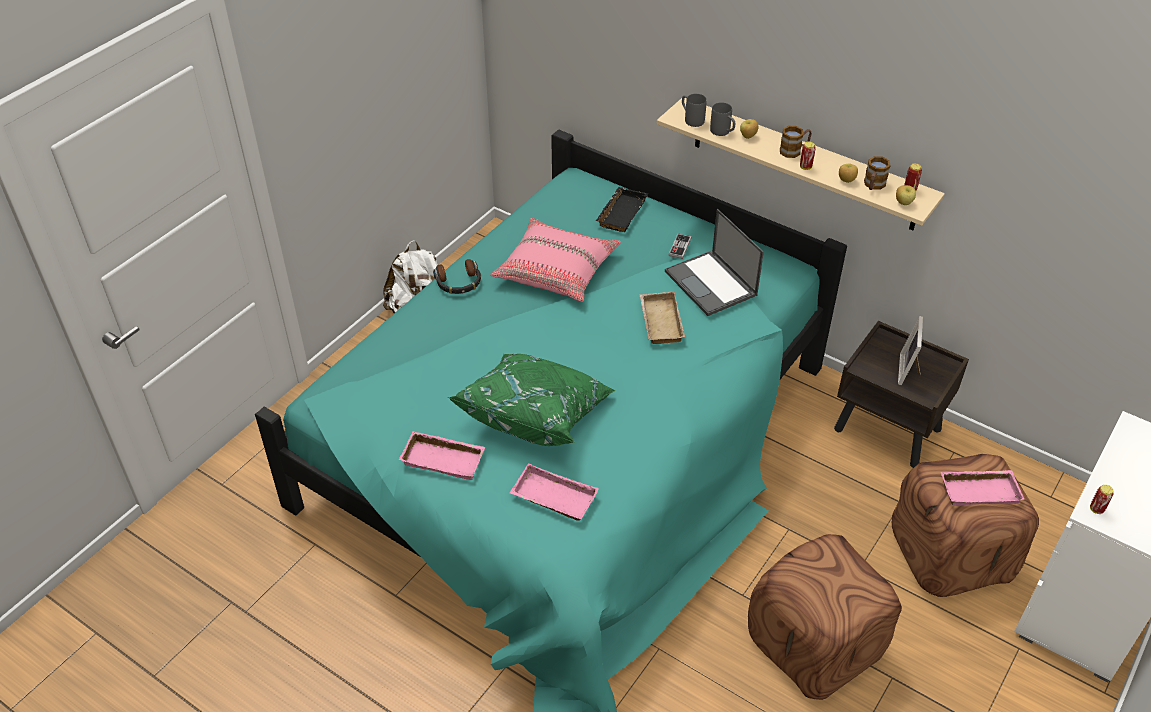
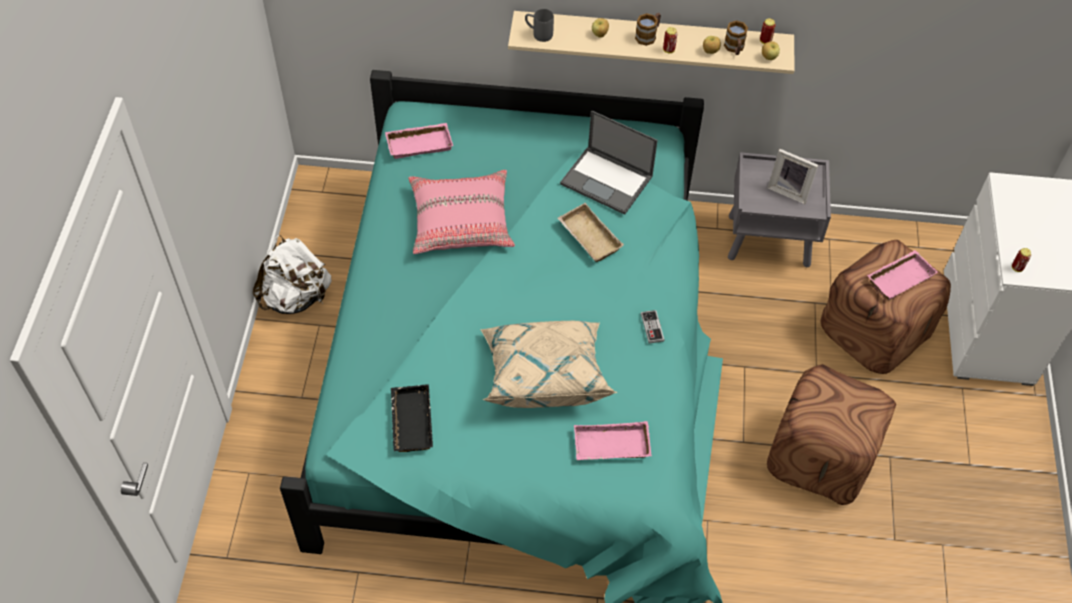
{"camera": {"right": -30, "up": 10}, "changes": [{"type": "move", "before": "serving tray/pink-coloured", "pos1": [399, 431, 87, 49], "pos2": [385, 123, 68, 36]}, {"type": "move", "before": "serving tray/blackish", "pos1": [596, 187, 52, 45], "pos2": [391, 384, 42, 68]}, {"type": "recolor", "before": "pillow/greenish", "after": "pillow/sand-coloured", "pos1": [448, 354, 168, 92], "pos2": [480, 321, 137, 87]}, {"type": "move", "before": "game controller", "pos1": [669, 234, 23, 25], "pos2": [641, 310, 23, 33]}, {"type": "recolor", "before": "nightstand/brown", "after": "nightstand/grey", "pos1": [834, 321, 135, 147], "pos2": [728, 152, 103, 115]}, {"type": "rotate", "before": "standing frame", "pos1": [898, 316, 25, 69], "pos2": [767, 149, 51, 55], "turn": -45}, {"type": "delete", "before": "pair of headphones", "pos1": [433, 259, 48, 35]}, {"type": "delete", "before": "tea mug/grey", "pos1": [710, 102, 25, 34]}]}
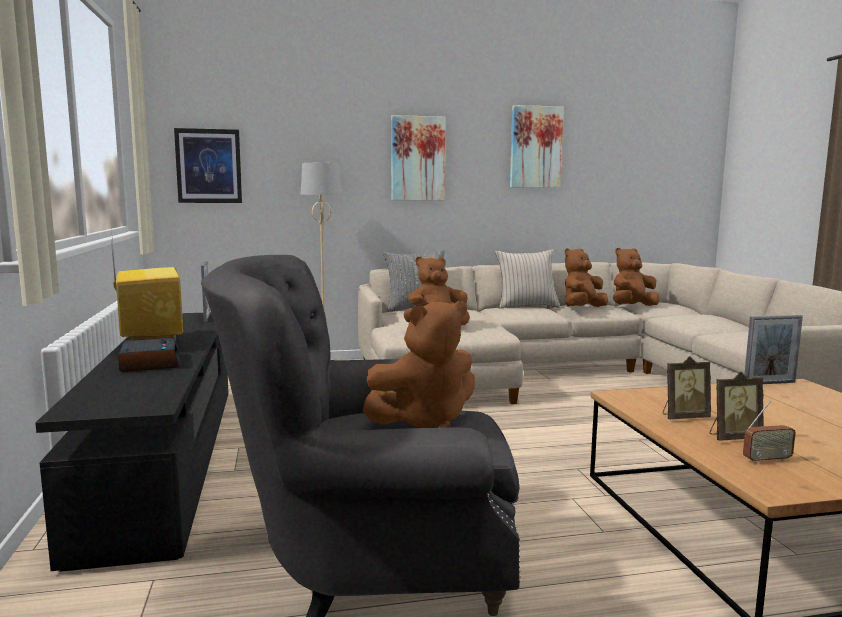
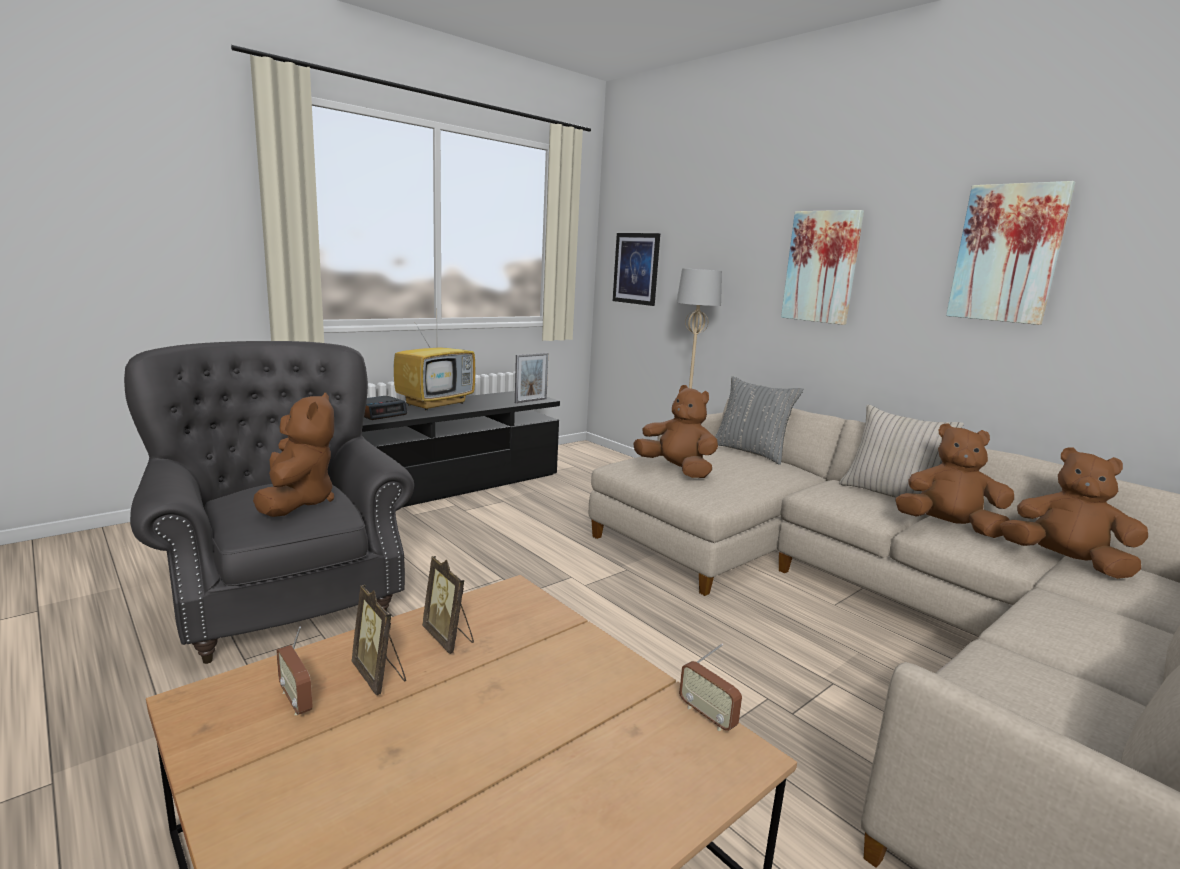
{"camera": {"right": 60, "up": 5}, "changes": [{"type": "rotate", "before": "soft toy/brown", "pos1": [363, 301, 112, 127], "pos2": [253, 393, 81, 124], "turn": -135}, {"type": "replace", "before": "standing frame", "after": "radio receiver", "pos1": [744, 315, 59, 69], "pos2": [679, 644, 63, 87]}]}
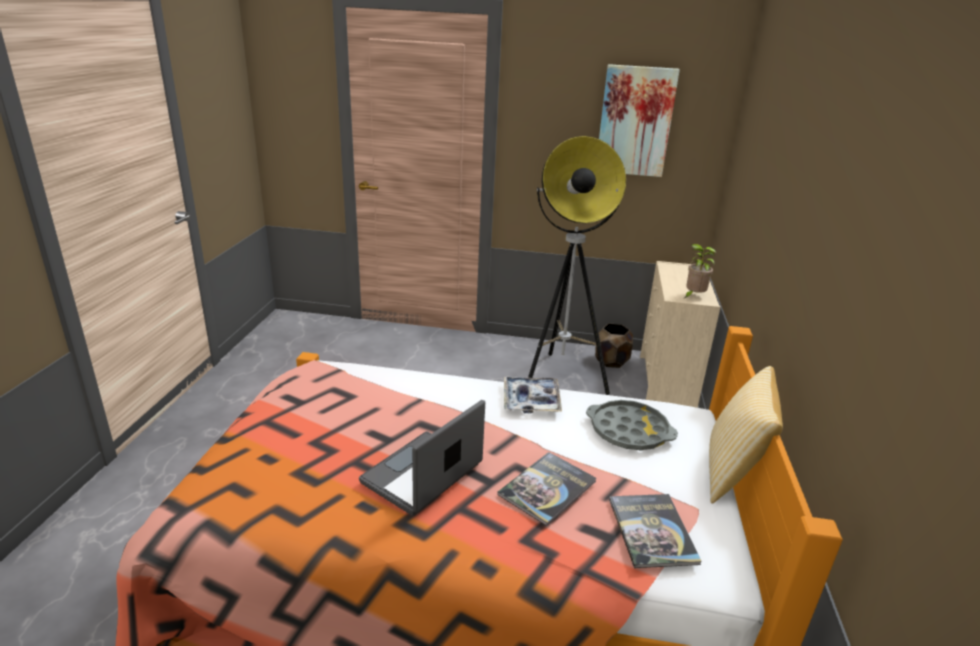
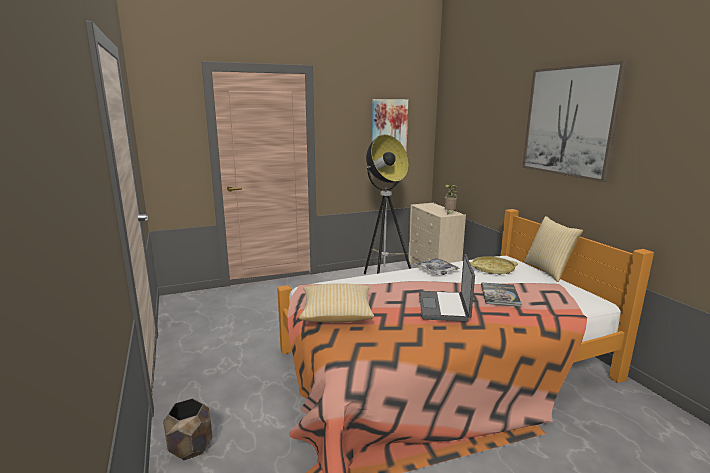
{"camera": {"right": -30, "up": -10}, "changes": [{"type": "move", "before": "planter/brown", "pos1": [595, 324, 38, 44], "pos2": [163, 398, 50, 62]}, {"type": "insert", "after": "pillow", "pos2": [299, 283, 75, 39]}, {"type": "recolor", "before": "serving tray/grey", "after": "serving tray/yellow", "pos1": [586, 400, 92, 51], "pos2": [470, 256, 48, 19]}, {"type": "insert", "after": "wall picture", "pos2": [522, 61, 106, 121]}, {"type": "delete", "before": "book", "pos1": [609, 494, 93, 74]}]}
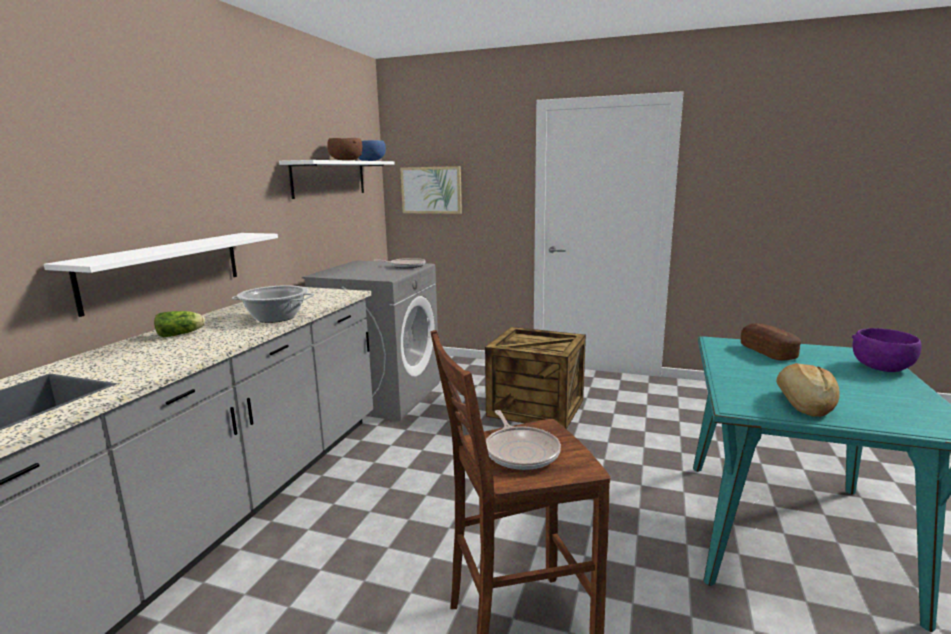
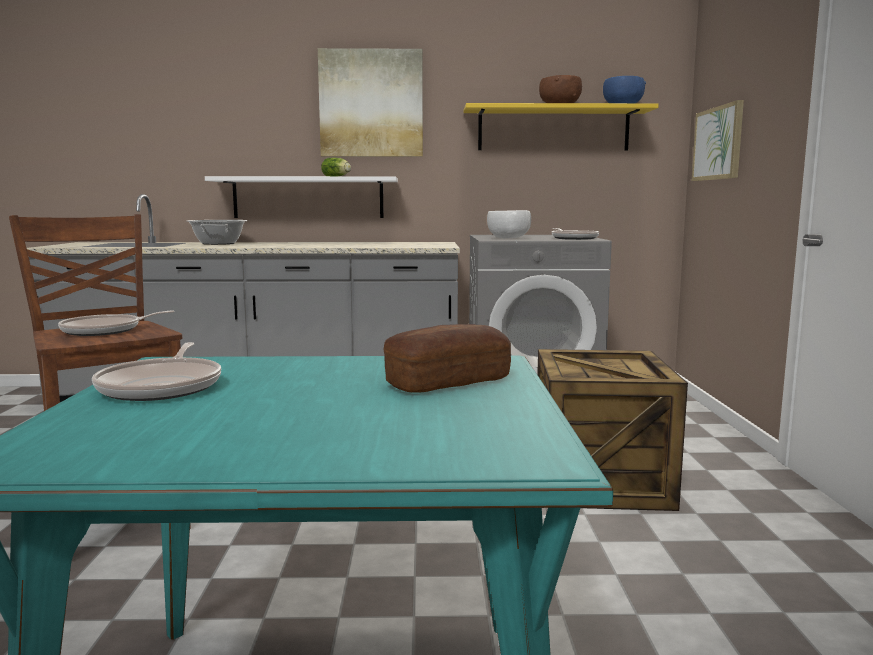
{"camera": {"right": 70, "up": -5}, "changes": [{"type": "replace", "before": "bread", "after": "skillet", "pos1": [776, 363, 64, 54], "pos2": [92, 342, 129, 59]}, {"type": "move", "before": "saucepot", "pos1": [232, 285, 82, 38], "pos2": [187, 220, 60, 25]}, {"type": "insert", "after": "wall picture", "pos2": [318, 48, 105, 109]}, {"type": "move", "before": "head of lettuce", "pos1": [154, 311, 51, 26], "pos2": [321, 158, 30, 18]}, {"type": "recolor", "before": "wall shelf/white", "after": "wall shelf/yellow", "pos1": [279, 160, 116, 39], "pos2": [464, 103, 195, 48]}, {"type": "insert", "after": "bowl/white", "pos2": [487, 210, 44, 28]}, {"type": "delete", "before": "bowl/purplish", "pos1": [852, 328, 70, 44]}]}
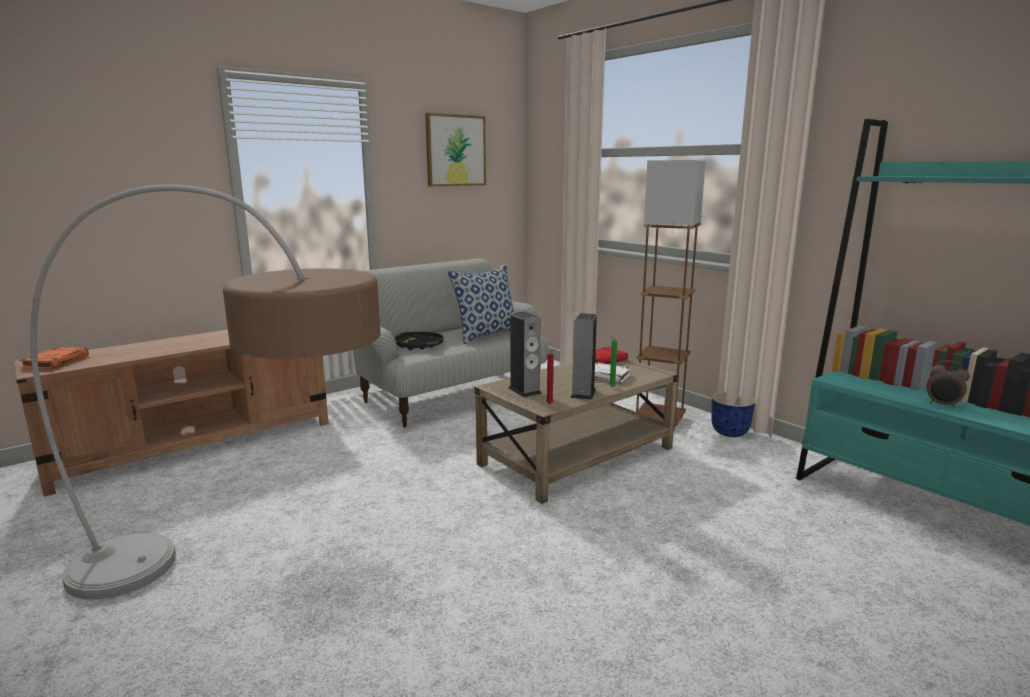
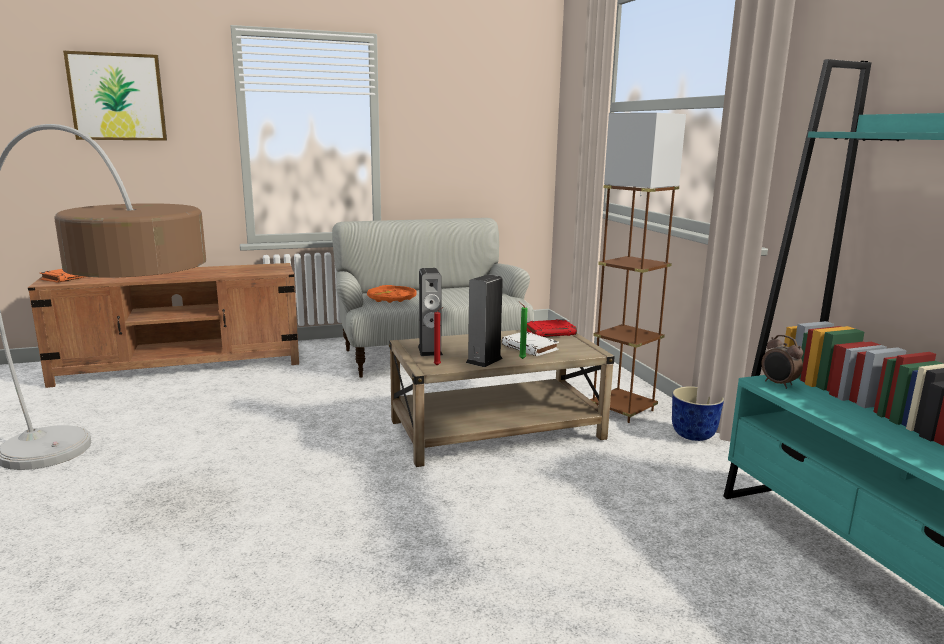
{"camera": {"right": 20, "up": 0}, "changes": [{"type": "move", "before": "wall picture", "pos1": [425, 113, 61, 73], "pos2": [63, 51, 104, 90]}, {"type": "recolor", "before": "serving tray/blackish", "after": "serving tray/orange", "pos1": [395, 332, 49, 18], "pos2": [367, 285, 50, 18]}, {"type": "move", "before": "table clock", "pos1": [927, 360, 43, 48], "pos2": [762, 335, 41, 54]}, {"type": "delete", "before": "pillow", "pos1": [448, 264, 66, 80]}]}
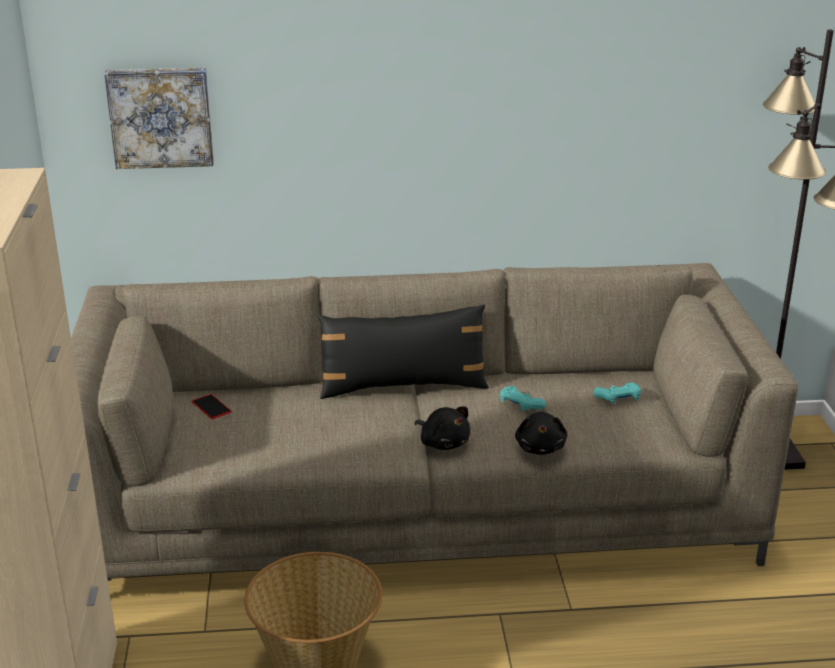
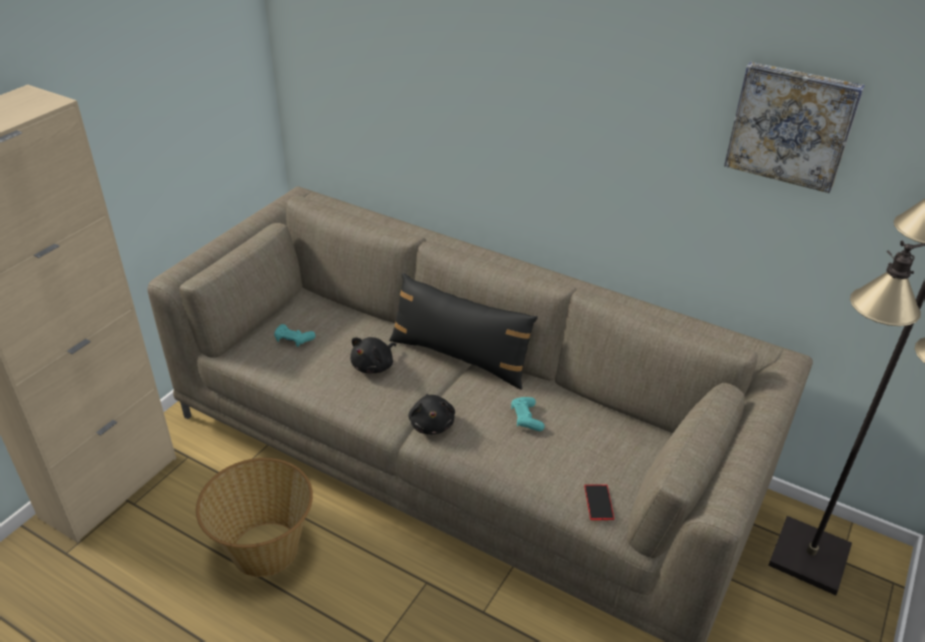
{"camera": {"right": 35, "up": 10}, "changes": [{"type": "move", "before": "game controller/blue-green", "pos1": [594, 382, 47, 22], "pos2": [274, 324, 41, 23]}, {"type": "move", "before": "soft toy/blackish", "pos1": [515, 412, 52, 43], "pos2": [350, 337, 46, 36]}, {"type": "move", "before": "handset", "pos1": [192, 394, 40, 25], "pos2": [584, 484, 30, 36]}, {"type": "move", "before": "wall picture", "pos1": [104, 68, 110, 101], "pos2": [724, 62, 141, 131]}]}
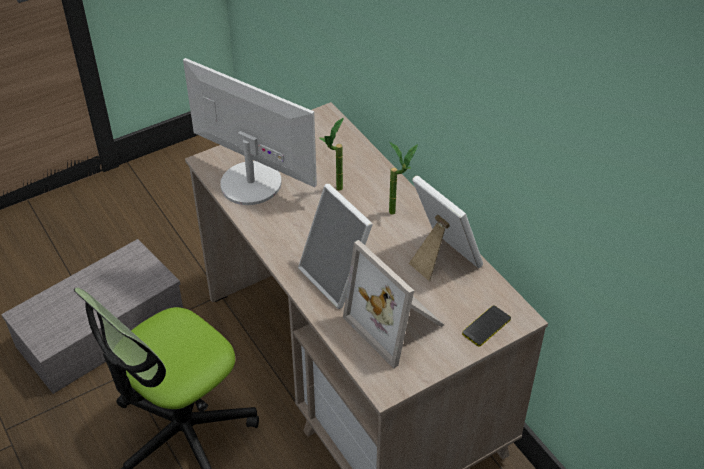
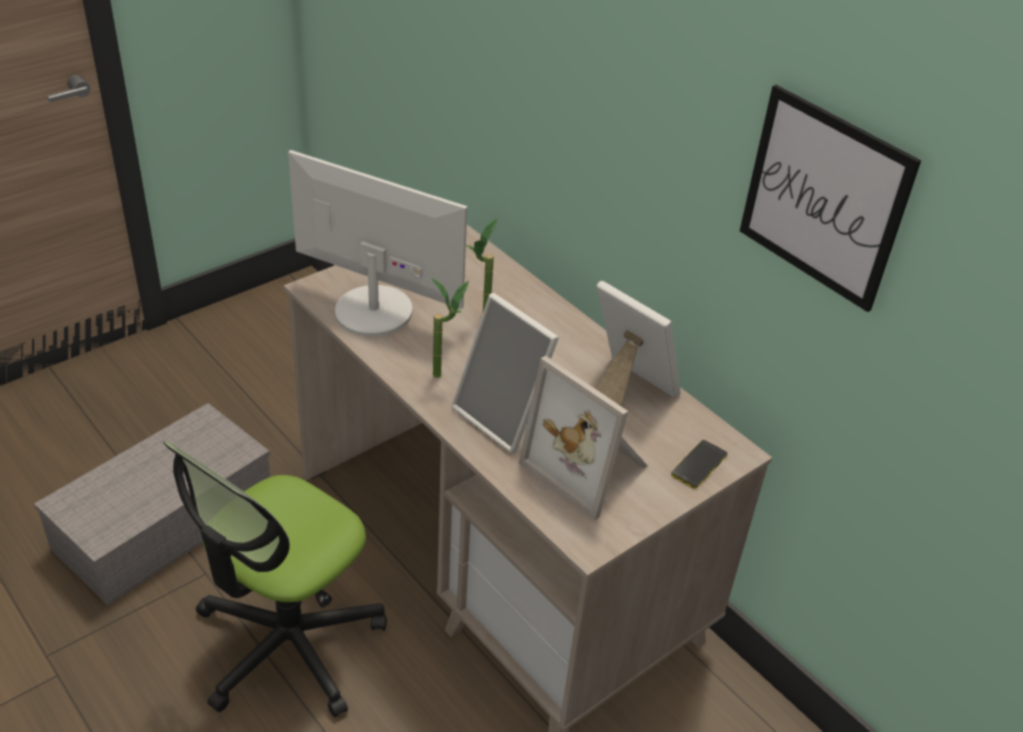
{"camera": {"right": -10, "up": -5}, "changes": [{"type": "move", "before": "houseplant", "pos1": [389, 142, 29, 73], "pos2": [431, 278, 38, 100]}, {"type": "insert", "after": "wall picture", "pos2": [740, 85, 181, 227]}]}
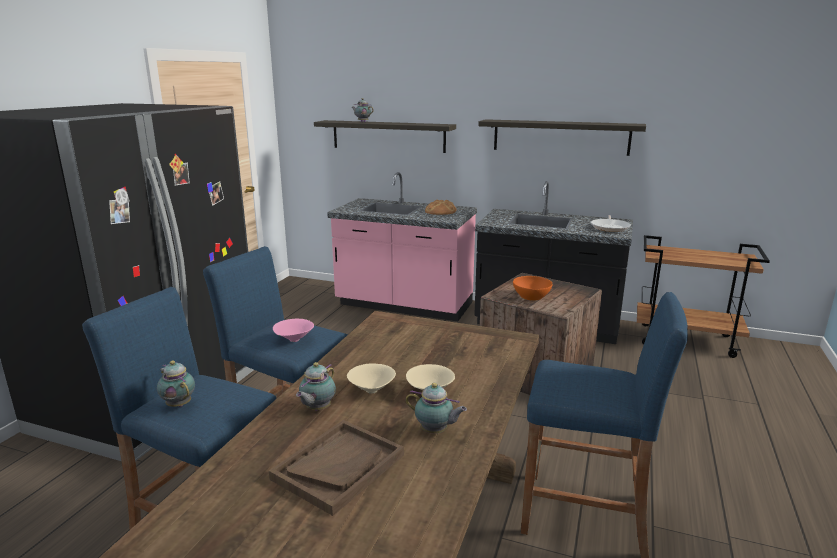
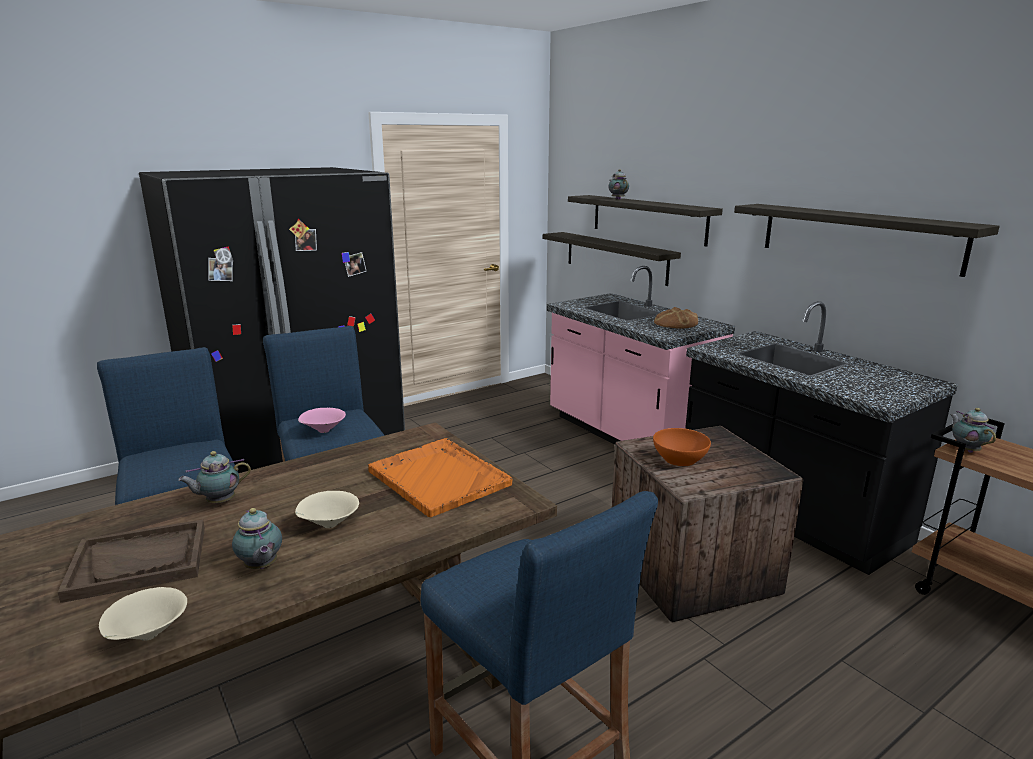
{"camera": {"right": 35, "up": 0}, "changes": [{"type": "move", "before": "bowl/sand-coloured", "pos1": [347, 364, 49, 30], "pos2": [99, 587, 88, 54]}, {"type": "insert", "after": "serving tray/orange", "pos2": [368, 438, 145, 79]}, {"type": "insert", "after": "wall shelf", "pos2": [543, 232, 138, 54]}, {"type": "move", "before": "pot for tea", "pos1": [157, 361, 38, 46], "pos2": [950, 408, 46, 45]}, {"type": "delete", "before": "skillet", "pos1": [591, 215, 40, 17]}]}
